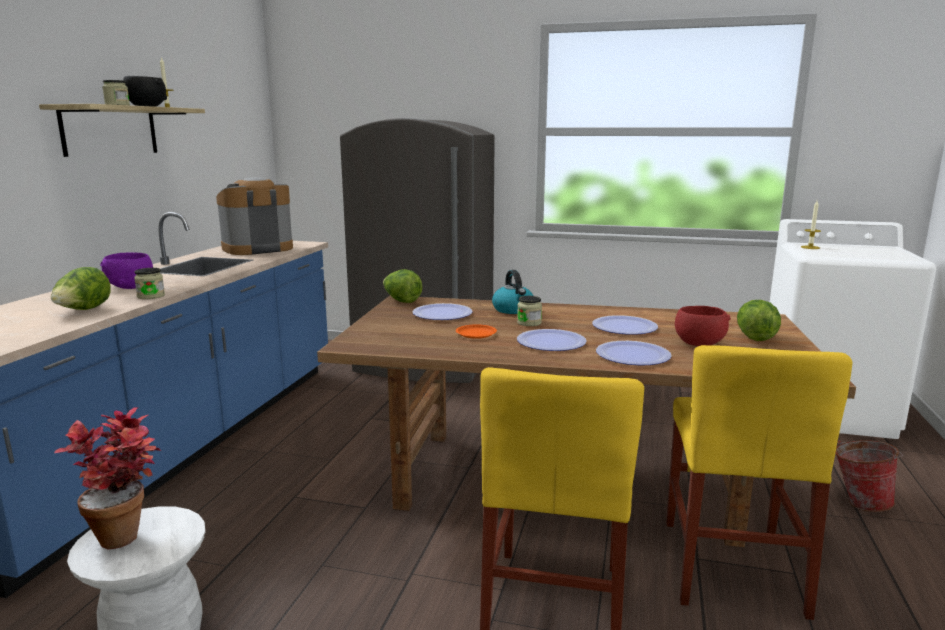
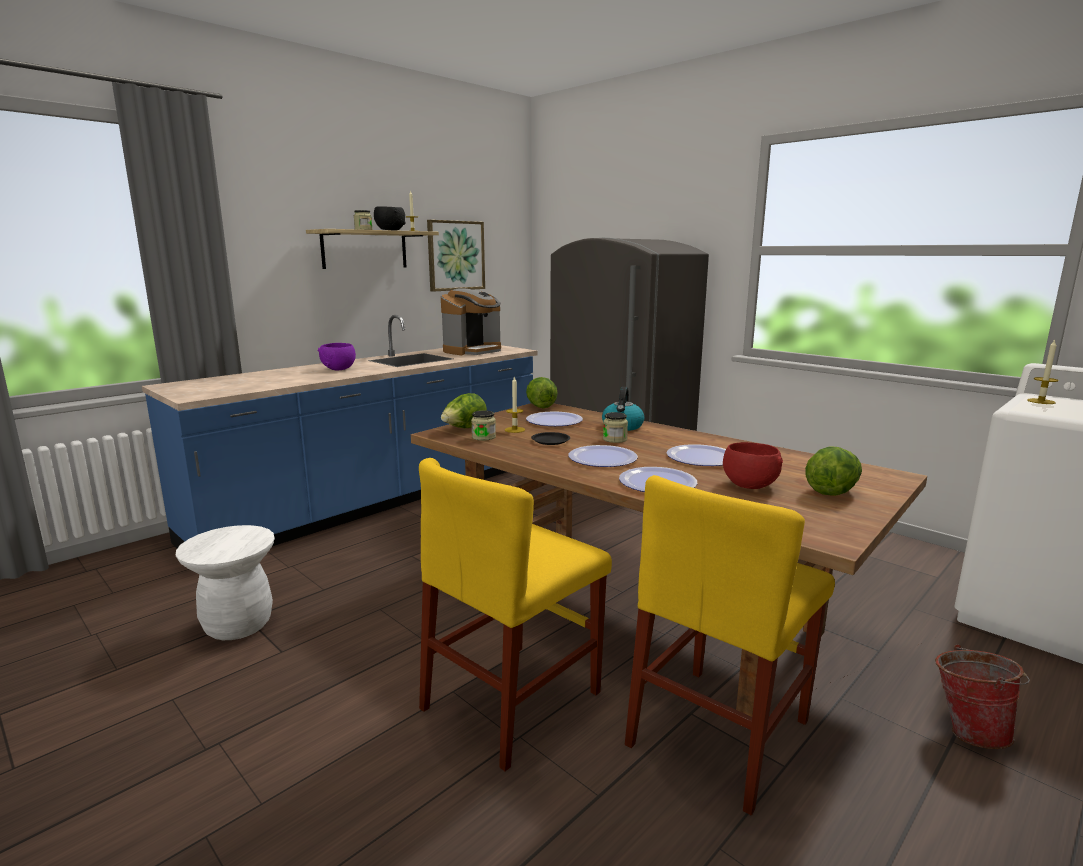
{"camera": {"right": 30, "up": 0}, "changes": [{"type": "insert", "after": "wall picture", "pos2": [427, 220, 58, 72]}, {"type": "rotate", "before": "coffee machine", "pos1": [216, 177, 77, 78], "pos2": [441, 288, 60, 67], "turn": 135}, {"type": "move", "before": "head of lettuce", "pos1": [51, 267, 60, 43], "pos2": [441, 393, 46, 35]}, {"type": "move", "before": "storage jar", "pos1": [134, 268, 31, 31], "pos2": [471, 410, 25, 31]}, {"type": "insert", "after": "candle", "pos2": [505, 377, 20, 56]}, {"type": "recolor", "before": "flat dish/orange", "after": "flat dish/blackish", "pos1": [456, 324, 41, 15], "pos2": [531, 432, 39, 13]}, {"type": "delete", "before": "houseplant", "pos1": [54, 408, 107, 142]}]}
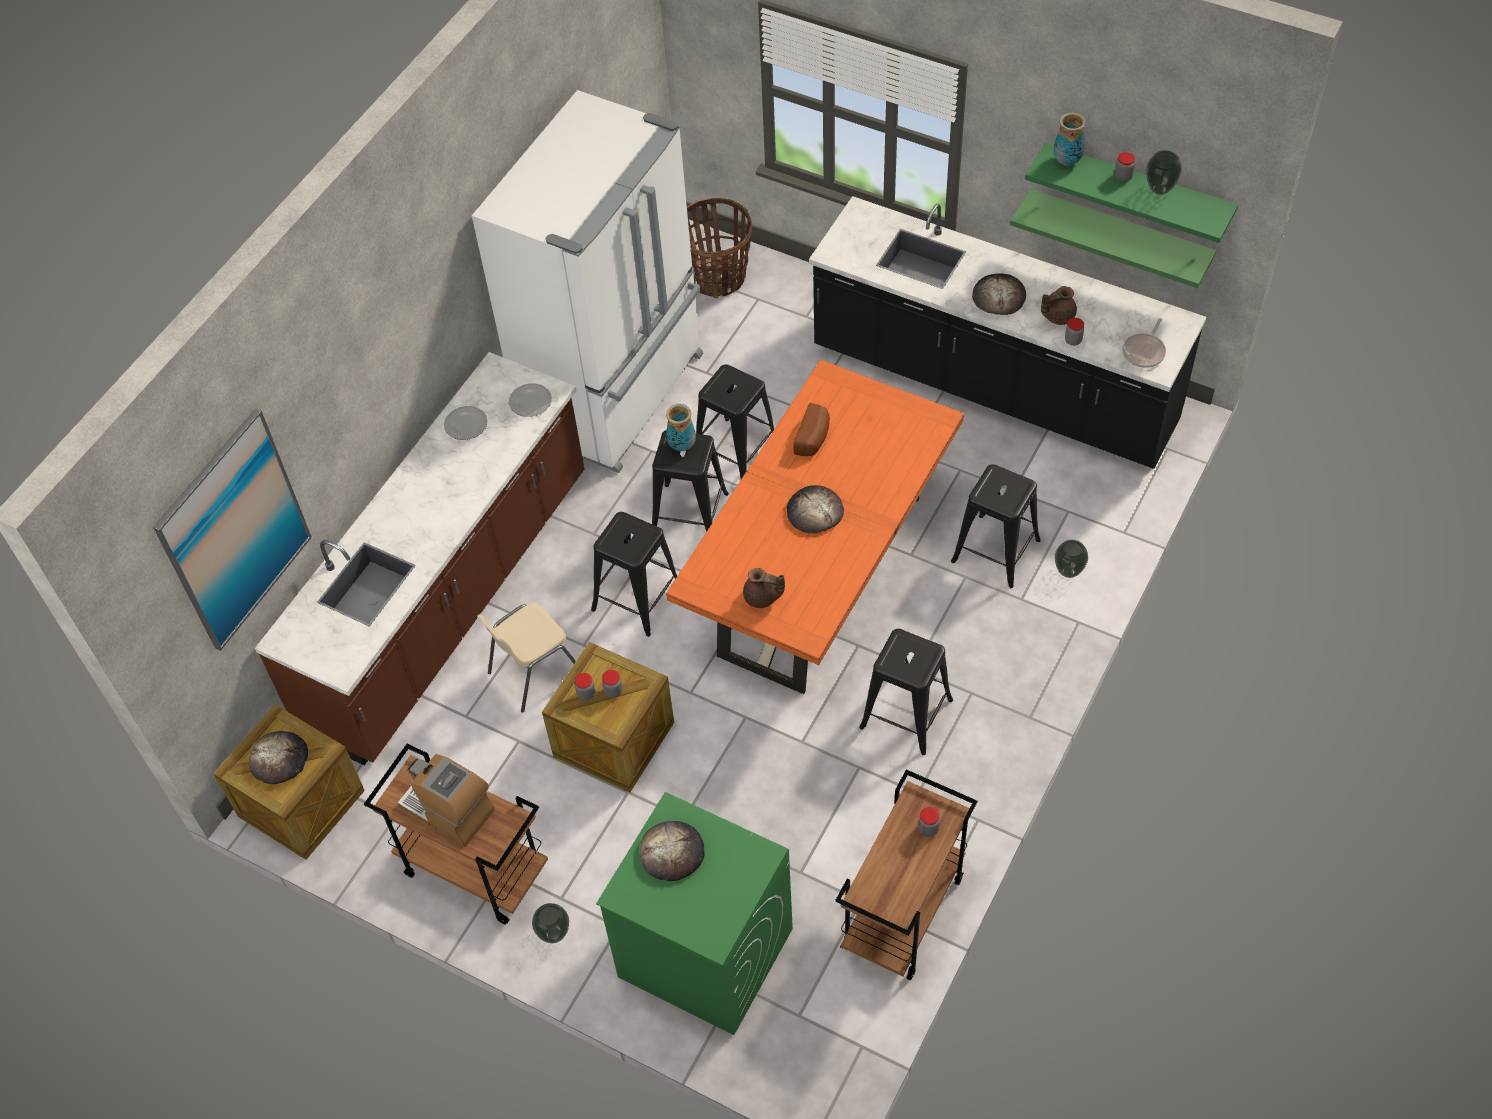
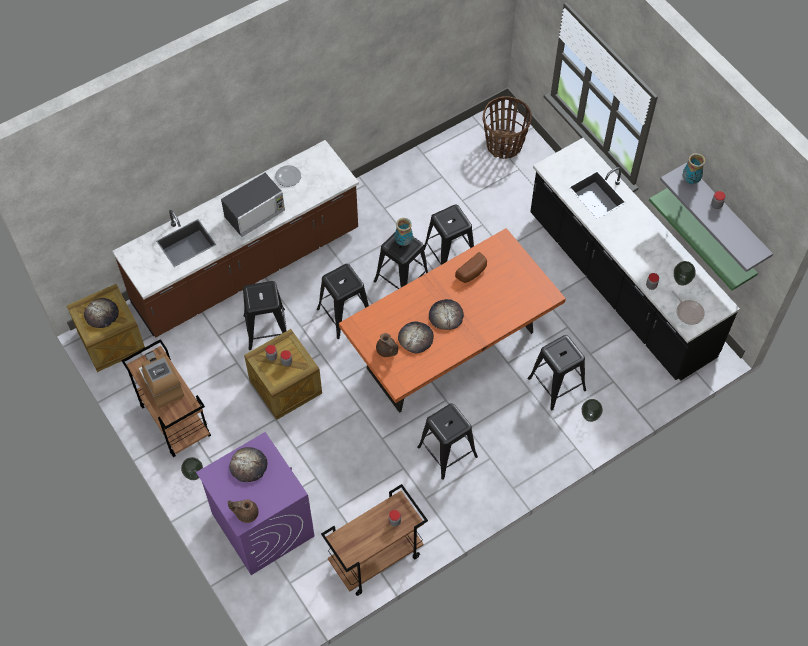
{"camera": {"right": 25, "up": 5}, "changes": [{"type": "recolor", "before": "laundry appliance/greenish", "after": "laundry appliance/purplish", "pos1": [596, 792, 197, 243], "pos2": [196, 432, 118, 143]}, {"type": "insert", "after": "kitchen microwave", "pos2": [221, 173, 64, 64]}, {"type": "move", "before": "pot for tea/brown", "pos1": [1041, 286, 36, 39], "pos2": [228, 499, 31, 24]}, {"type": "replace", "before": "chair/sand-coloured", "after": "stool/blackish", "pos1": [477, 603, 99, 110], "pos2": [243, 281, 44, 69]}, {"type": "move", "before": "bread", "pos1": [972, 273, 54, 42], "pos2": [398, 321, 36, 32]}, {"type": "recolor", "before": "wall shelf/greenish", "after": "wall shelf/grey", "pos1": [1025, 143, 213, 100], "pos2": [660, 163, 113, 109]}, {"type": "rotate", "before": "skillet", "pos1": [1122, 318, 44, 50], "pos2": [671, 290, 34, 35], "turn": -90}, {"type": "move", "before": "decorative vase", "pos1": [1146, 150, 36, 45], "pos2": [674, 261, 22, 25]}, {"type": "delete", "before": "wall picture", "pos1": [153, 408, 159, 243]}, {"type": "delete", "before": "refrigerator/white", "pos1": [472, 90, 231, 383]}, {"type": "delete", "before": "flat dish", "pos1": [509, 383, 43, 34]}]}
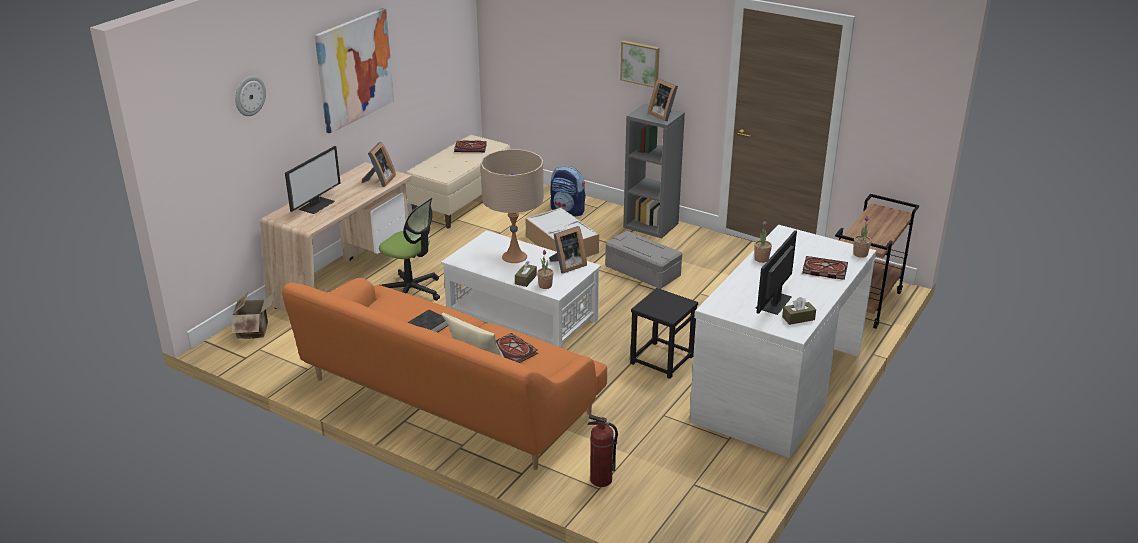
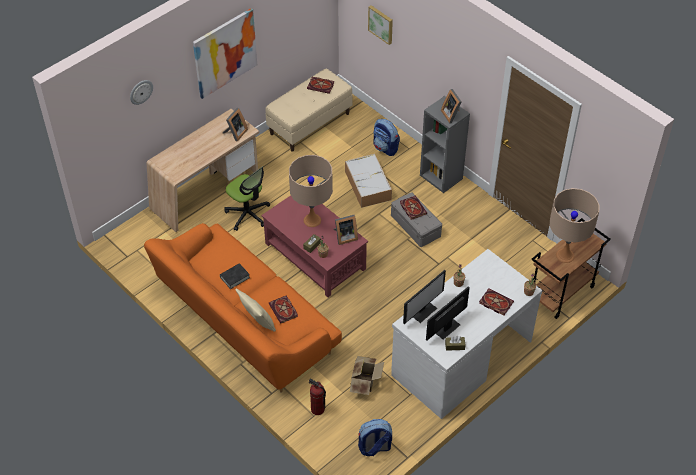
{"camera": {"right": 15, "up": 20}, "changes": [{"type": "recolor", "before": "coffee table/white", "after": "coffee table/red", "pos1": [441, 230, 160, 118], "pos2": [262, 195, 106, 102]}, {"type": "move", "before": "packing box", "pos1": [232, 291, 44, 48], "pos2": [350, 356, 34, 39]}, {"type": "insert", "after": "knapsack", "pos2": [358, 419, 34, 37]}, {"type": "move", "before": "wall picture", "pos1": [620, 41, 39, 47], "pos2": [368, 5, 25, 40]}, {"type": "insert", "after": "book", "pos2": [400, 196, 27, 24]}, {"type": "move", "before": "monitor", "pos1": [285, 146, 55, 68], "pos2": [403, 270, 43, 54]}, {"type": "insert", "after": "lamp for a table/sand-coloured", "pos2": [550, 188, 49, 75]}, {"type": "delete", "before": "stool/blackish", "pos1": [630, 288, 68, 91]}]}
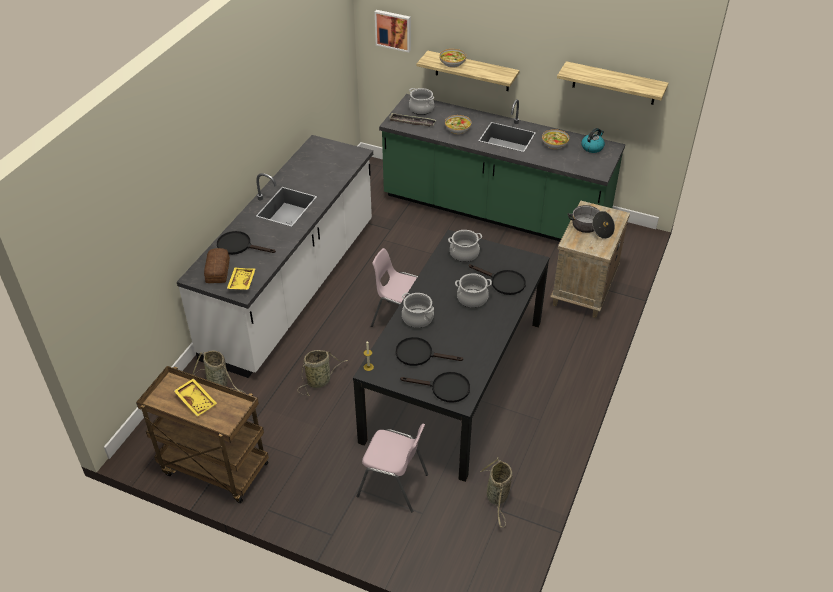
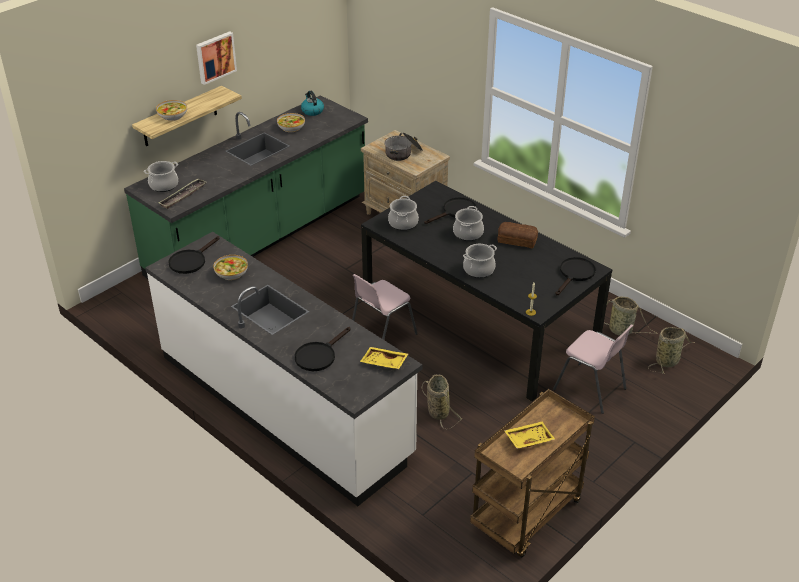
{"camera": {"right": -70, "up": -5}, "changes": [{"type": "move", "before": "skillet/blackish", "pos1": [396, 337, 67, 29], "pos2": [168, 236, 52, 38]}, {"type": "move", "before": "wall picture", "pos1": [375, 10, 36, 42], "pos2": [196, 31, 41, 54]}, {"type": "move", "before": "bowl", "pos1": [445, 115, 27, 19], "pos2": [213, 255, 35, 25]}, {"type": "move", "before": "bread", "pos1": [204, 248, 26, 35], "pos2": [497, 222, 41, 26]}, {"type": "rotate", "before": "chair/pink-coloured", "pos1": [356, 424, 72, 88], "pos2": [553, 324, 80, 90], "turn": 90}, {"type": "move", "before": "storage basket", "pos1": [192, 351, 52, 41], "pos2": [648, 327, 47, 46]}, {"type": "delete", "before": "wall shelf", "pos1": [557, 61, 111, 44]}]}
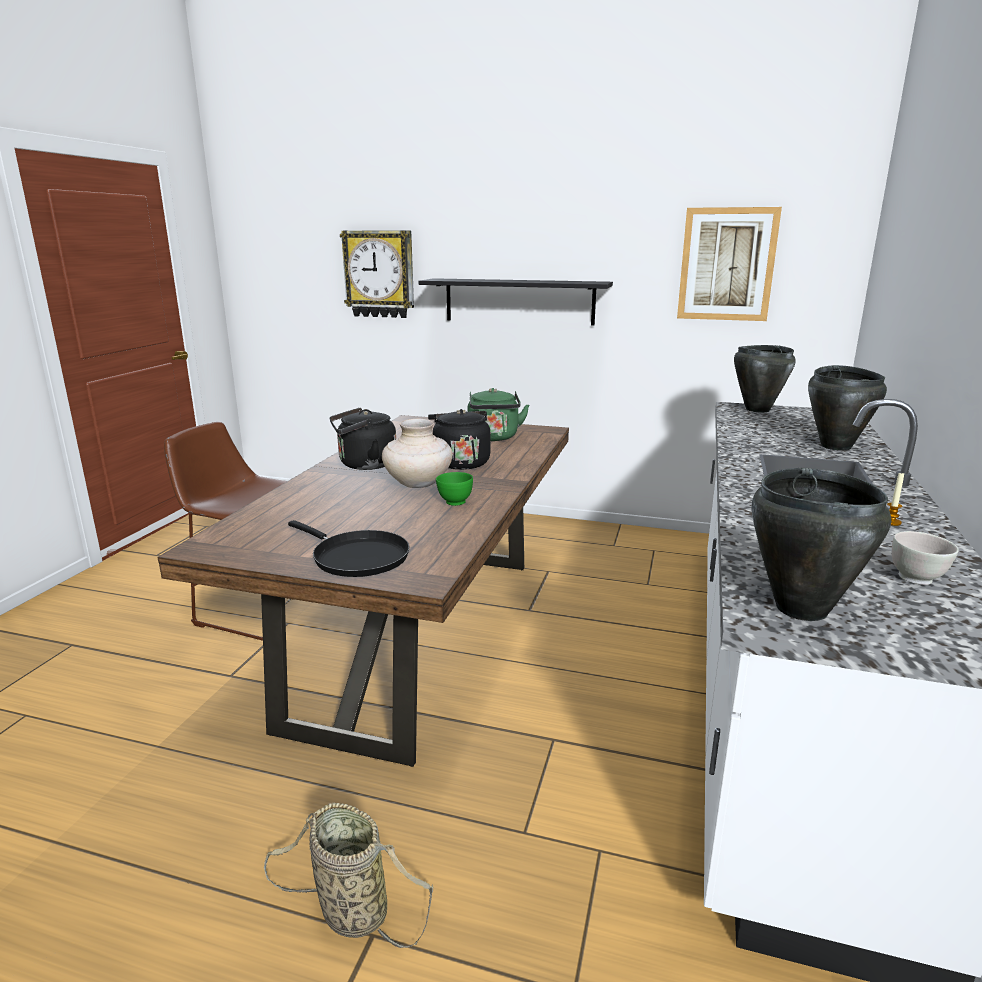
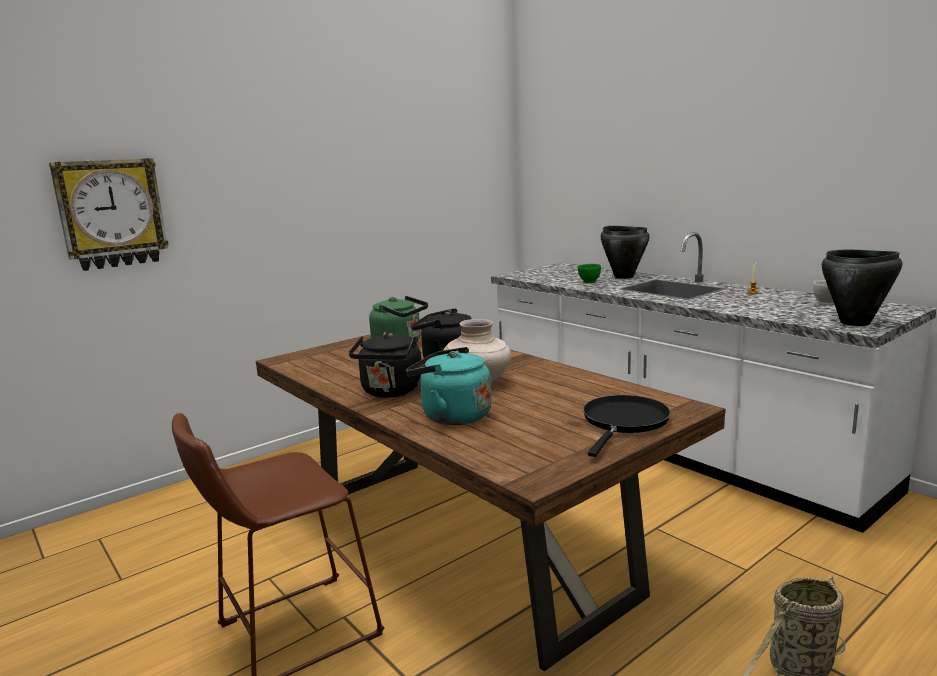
{"camera": {"right": -55, "up": -5}, "changes": [{"type": "insert", "after": "tea kettle/blue-green", "pos2": [406, 347, 86, 78]}, {"type": "move", "before": "bowl/greenish", "pos1": [436, 472, 37, 34], "pos2": [578, 264, 23, 19]}, {"type": "rotate", "before": "skillet/blackish", "pos1": [288, 520, 121, 57], "pos2": [583, 395, 88, 62], "turn": -45}, {"type": "delete", "before": "wall shelf/blackish", "pos1": [419, 278, 194, 47]}, {"type": "delete", "before": "wall picture", "pos1": [677, 207, 105, 114]}, {"type": "delete", "before": "saucepot/blackish", "pos1": [734, 345, 62, 67]}]}
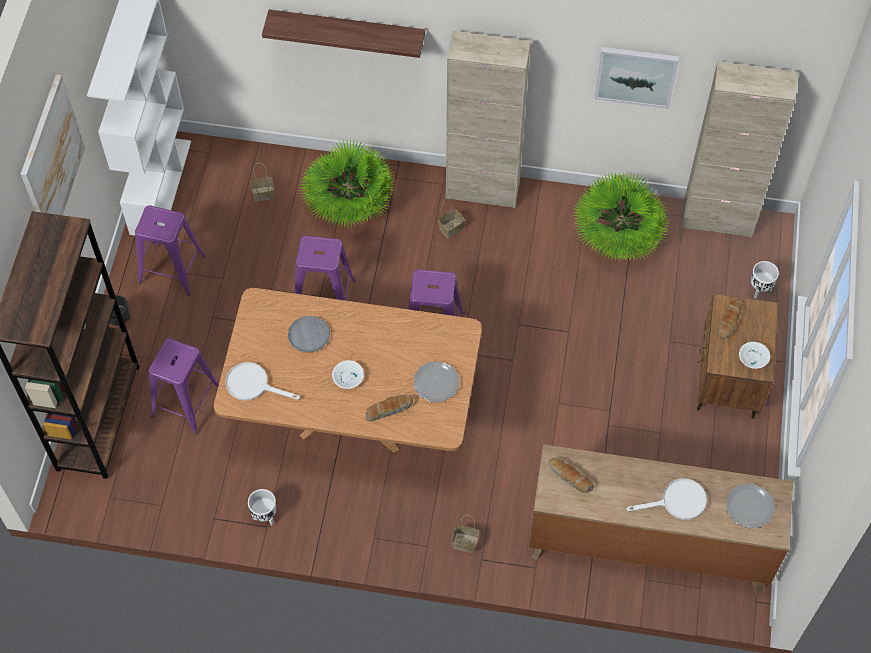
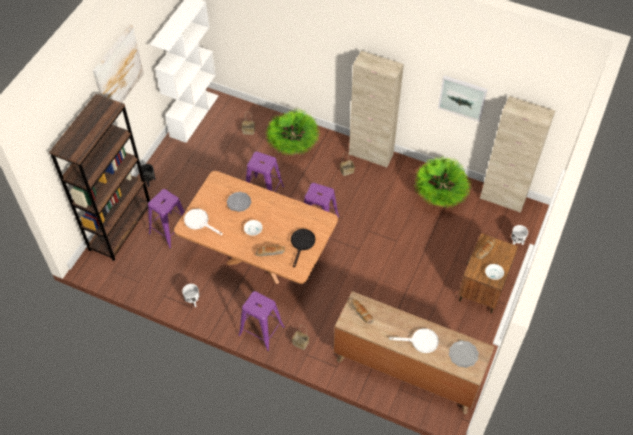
{"camera": {"right": 15, "up": -5}, "changes": [{"type": "move", "before": "stool/purplish", "pos1": [135, 205, 71, 91], "pos2": [238, 291, 47, 60]}, {"type": "replace", "before": "flat dish", "after": "skillet/blackish", "pos1": [414, 361, 45, 41], "pos2": [291, 229, 24, 38]}, {"type": "delete", "before": "wall shelf", "pos1": [262, 10, 163, 48]}]}
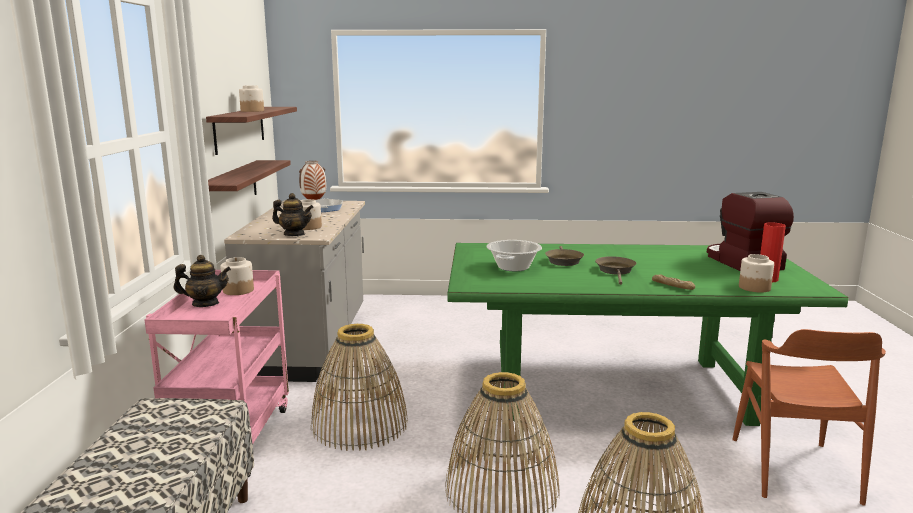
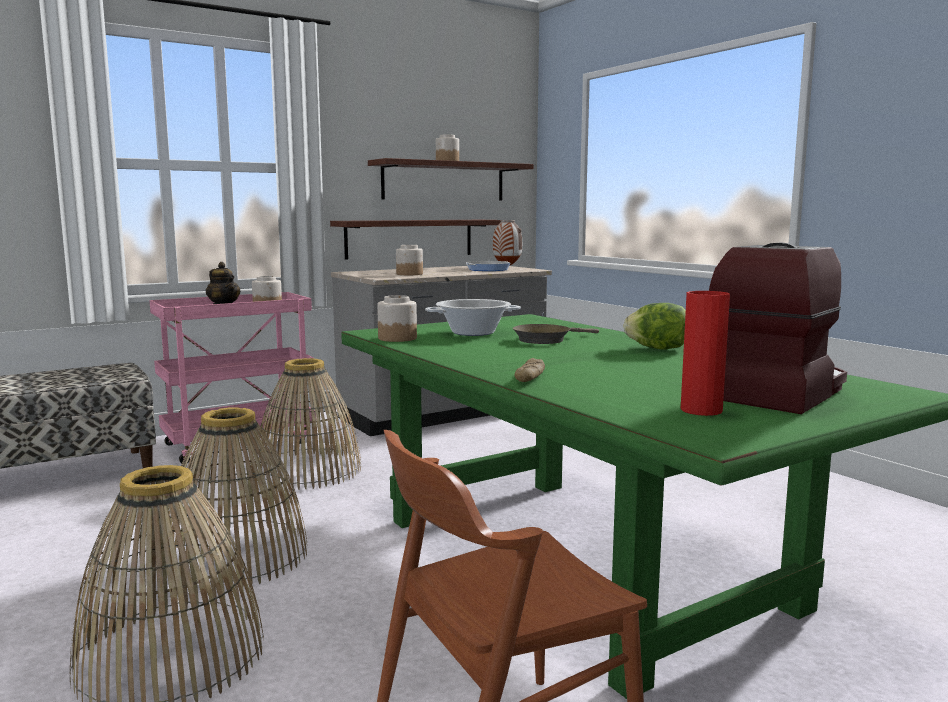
{"camera": {"right": 55, "up": -5}, "changes": [{"type": "move", "before": "storage jar", "pos1": [739, 254, 35, 39], "pos2": [377, 295, 40, 47]}, {"type": "insert", "after": "head of lettuce", "pos2": [623, 303, 63, 46]}, {"type": "delete", "before": "pot for tea", "pos1": [272, 193, 42, 43]}, {"type": "delete", "before": "skillet/brown", "pos1": [595, 256, 41, 29]}]}
